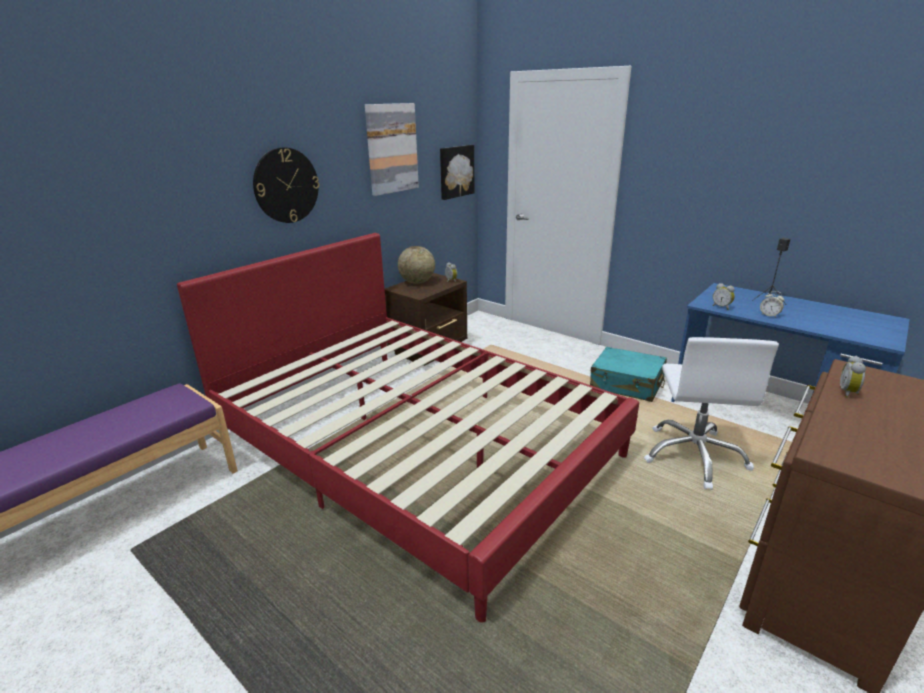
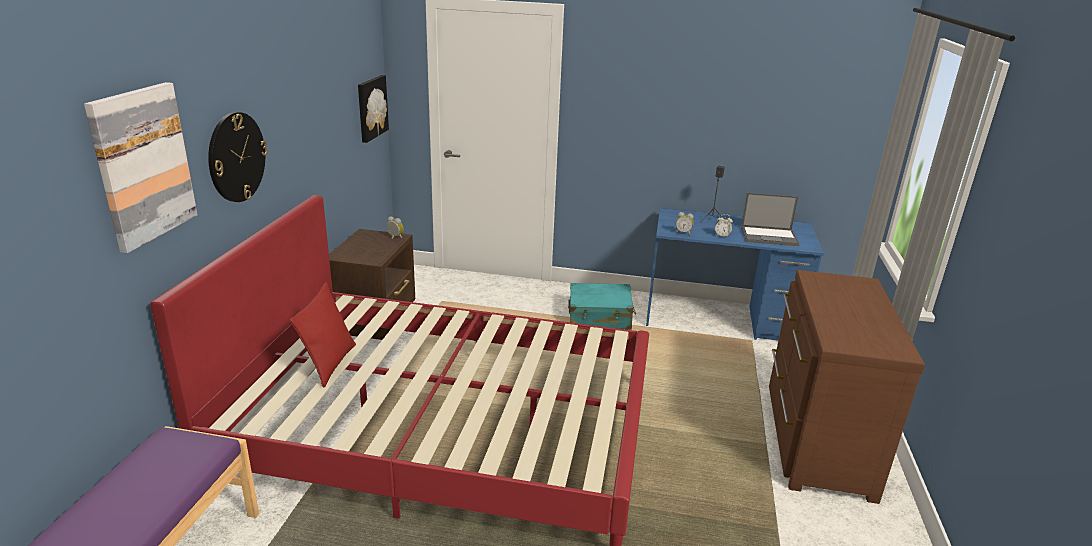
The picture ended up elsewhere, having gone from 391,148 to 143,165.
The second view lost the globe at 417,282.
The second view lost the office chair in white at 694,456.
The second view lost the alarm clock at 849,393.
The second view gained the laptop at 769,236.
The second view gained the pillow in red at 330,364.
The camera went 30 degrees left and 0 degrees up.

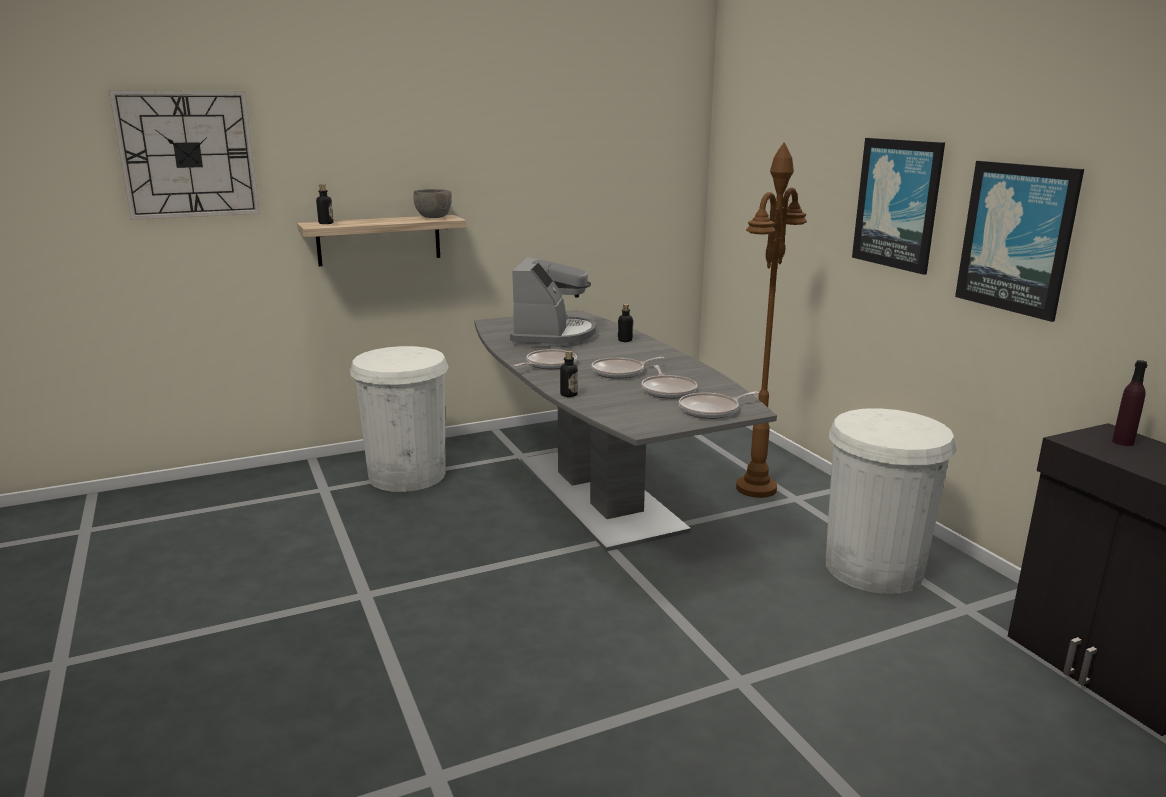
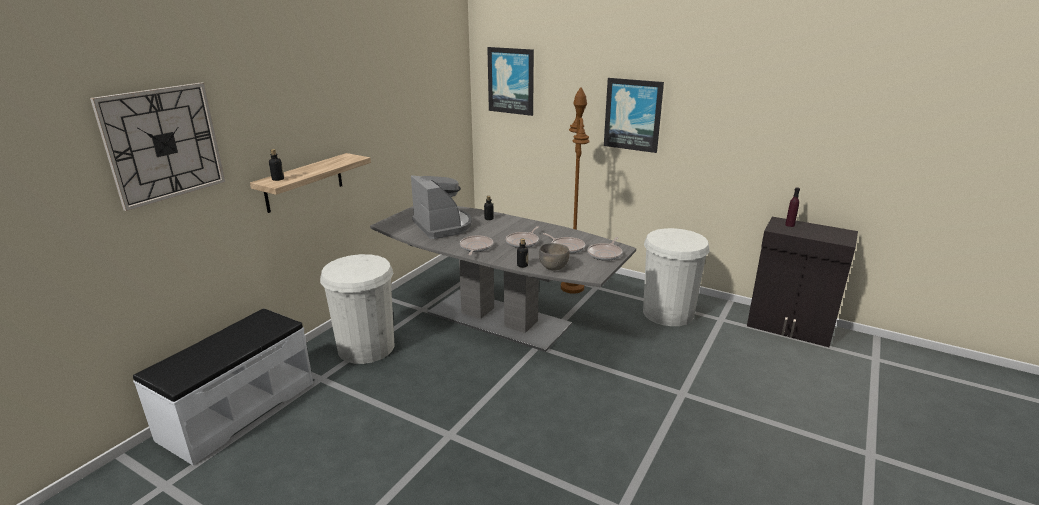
The picture ended up elsewhere, having gone from 1017,238 to 511,81.
The bowl in grey ended up elsewhere, having gone from 433,218 to 553,268.
The second view gained the bench in white at 238,410.
The camera went 35 degrees left and 5 degrees up.

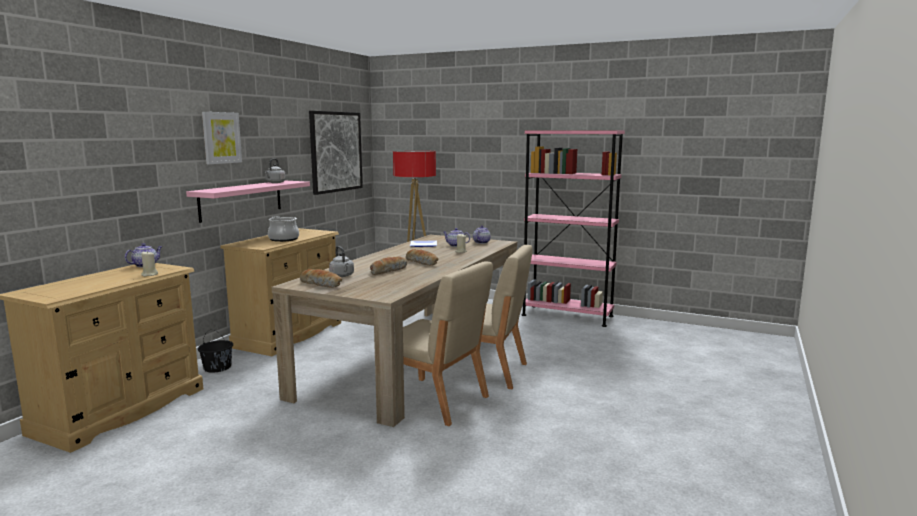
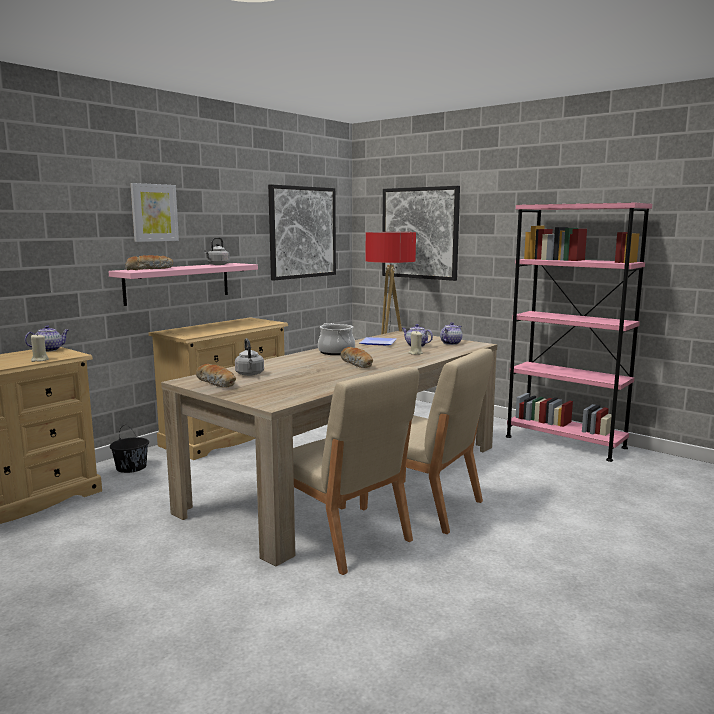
The cooking pot ended up elsewhere, having gone from 283,239 to 336,352.
The bread ended up elsewhere, having gone from 388,270 to 149,269.
The second view gained the picture at 420,233.
The camera went 15 degrees right and 0 degrees up.

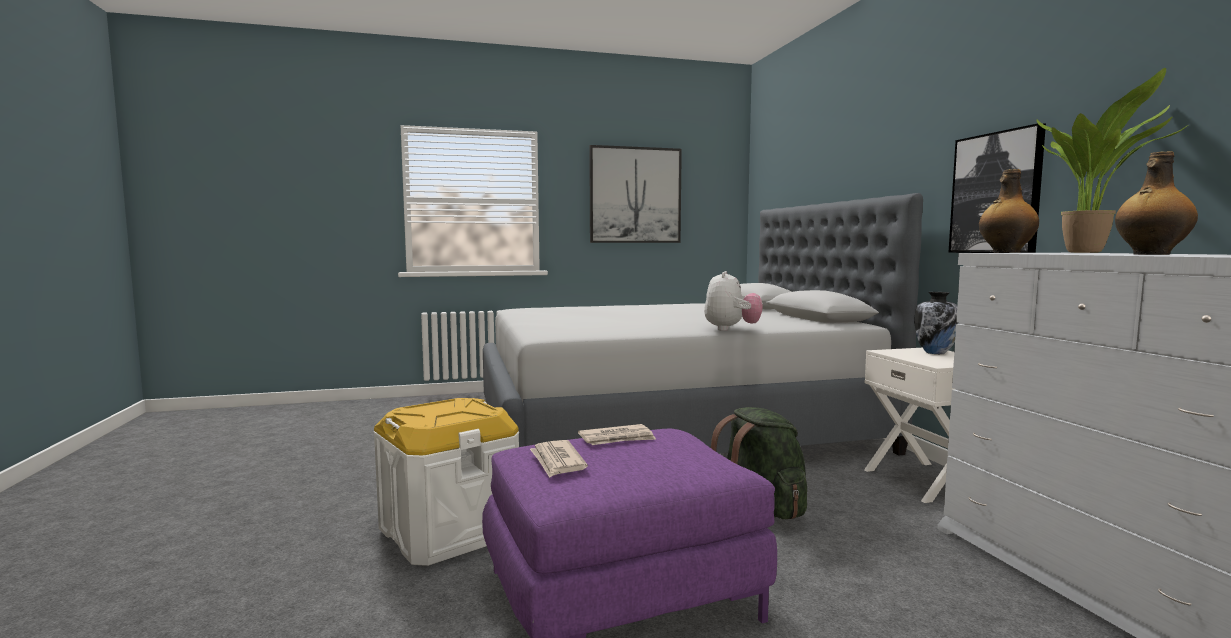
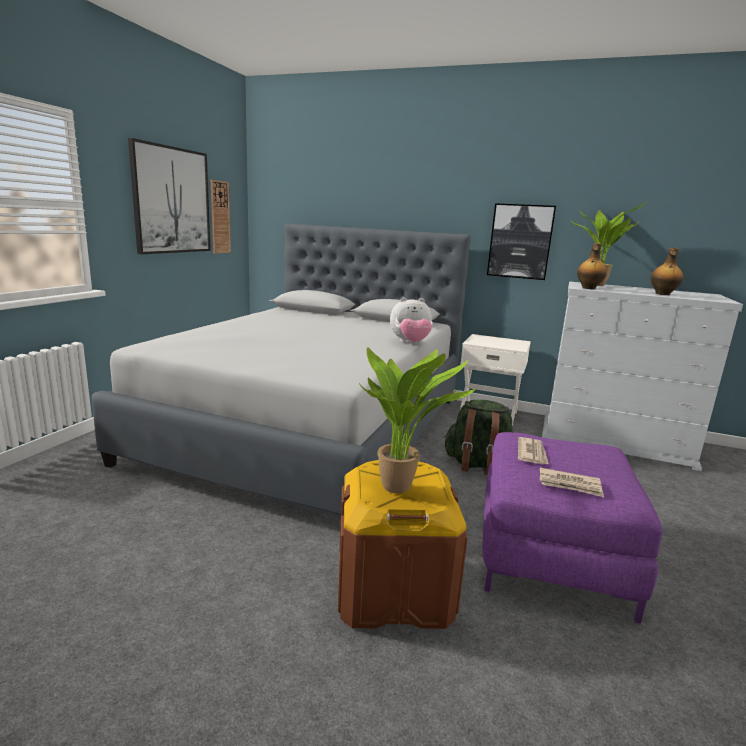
The plush toy at 731,329 ended up facing another way, 120 degrees clockwise from before.
The second view lost the vase at 935,353.
What was the storage box in white at 449,531 turned into the storage box in brown at 393,589.
The second view gained the wall clock at 220,217.
The second view gained the potted plant at 401,487.
The camera went 55 degrees left and 10 degrees up.

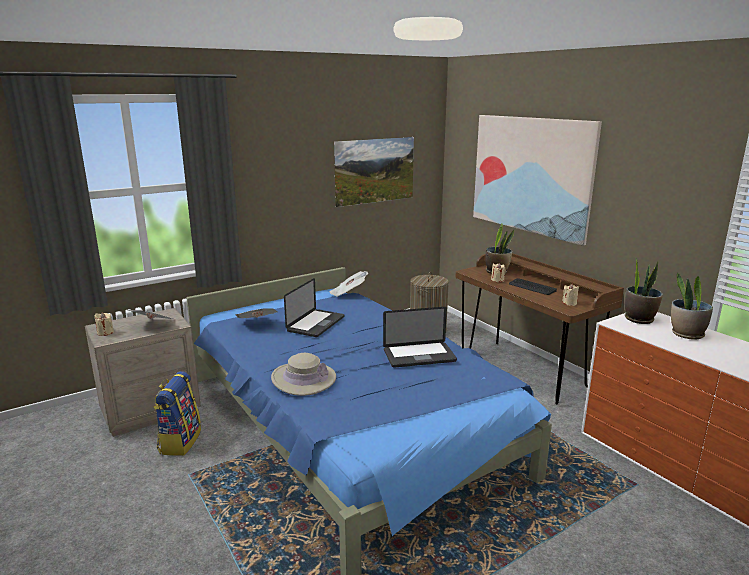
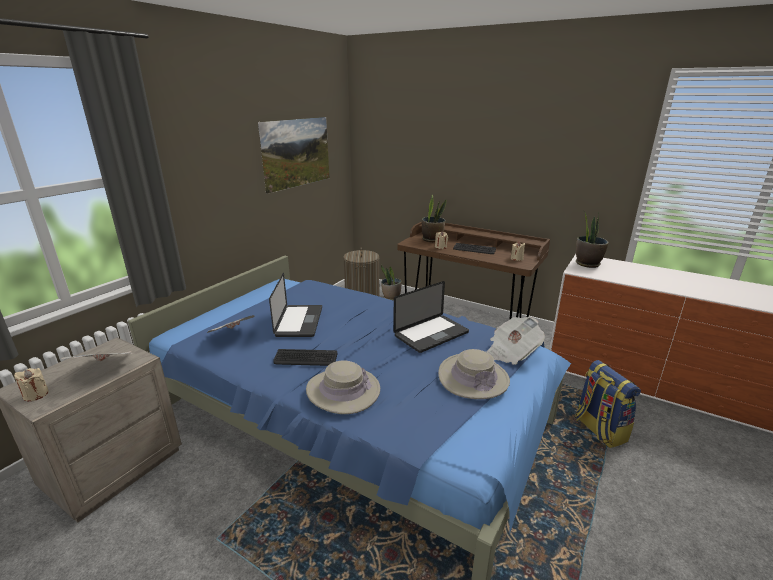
The second view lost the picture at 530,175.
The newspaper ended up elsewhere, having gone from 348,293 to 511,352.
The potted plant ended up elsewhere, having gone from 686,334 to 391,297.
The backpack ended up elsewhere, having gone from 179,441 to 598,430.
The second view gained the keyboard at 305,358.
The second view gained the hat in beige at 473,377.
The camera went 25 degrees left and 5 degrees up.

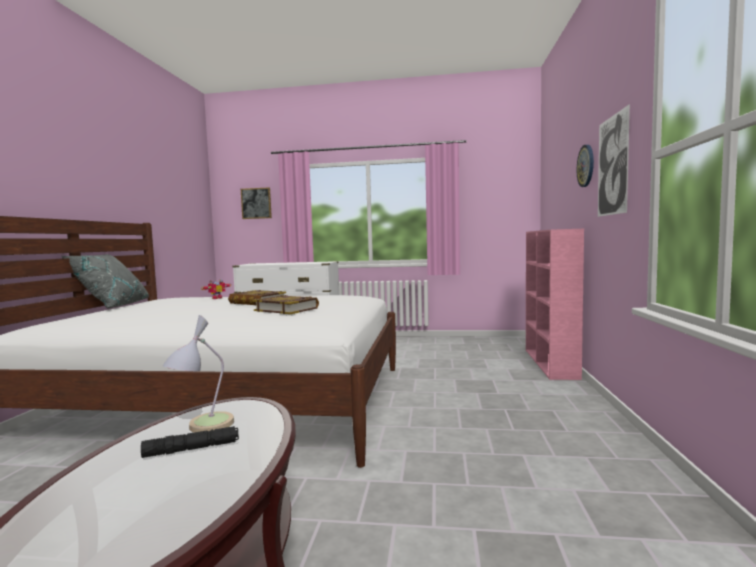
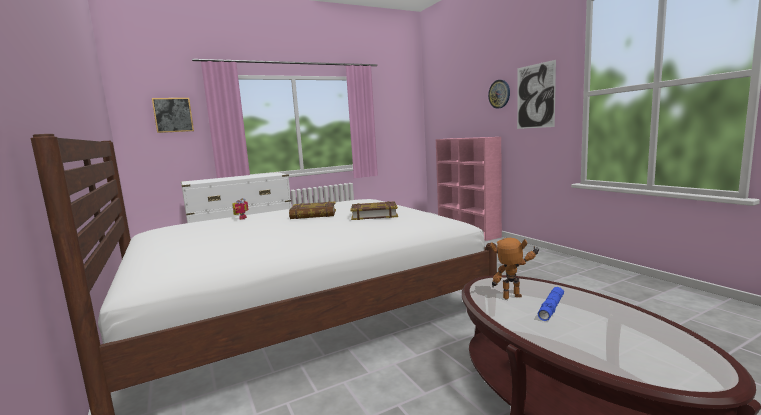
The second view lost the pillow in grey at 112,306.
Where the table lamp stood at 202,427, the toy robot came to stand at 514,299.
What was the flashlight in black at 192,449 turned into the flashlight in blue at 551,308.
The camera went 35 degrees left and 5 degrees up.

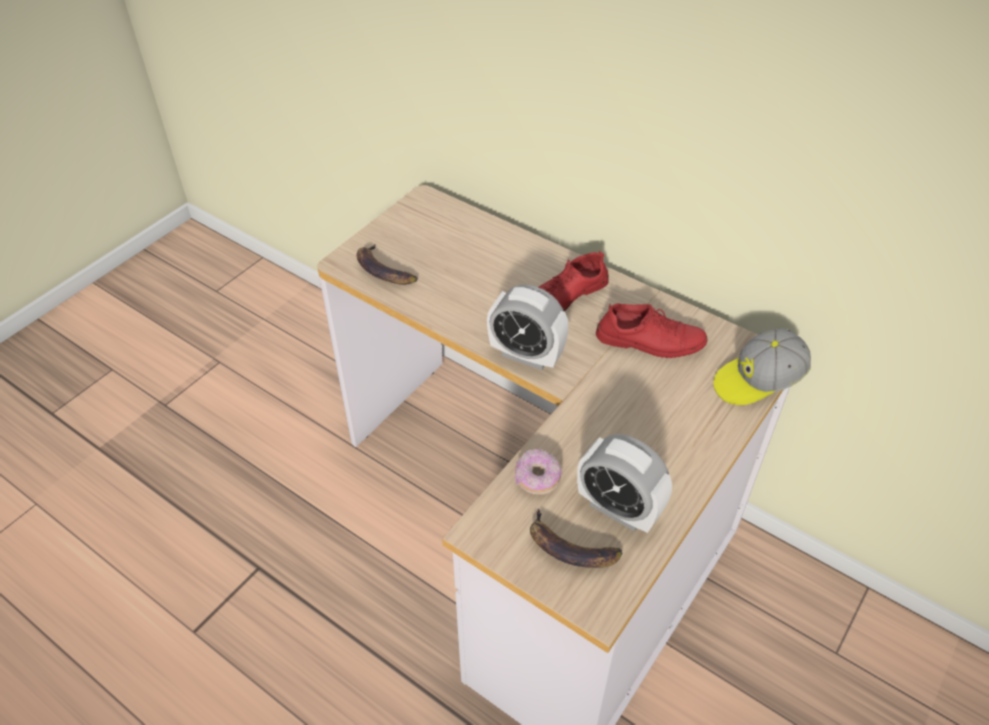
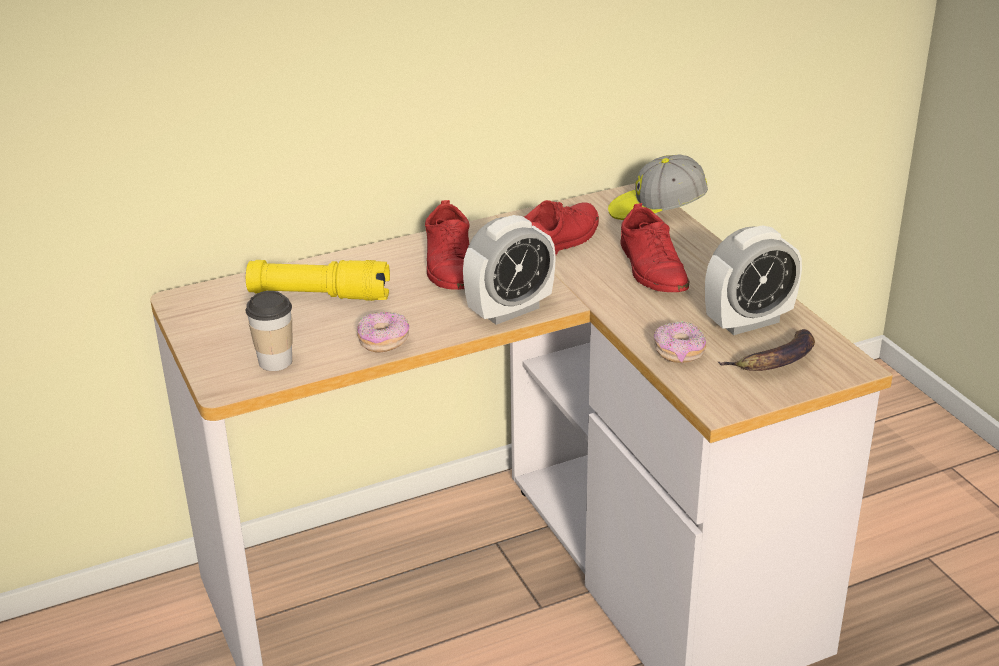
Where the banana stood at 383,271, the cup came to stand at 275,361.
The cap at 758,380 ended up facing another way, 75 degrees clockwise from before.
The second view gained the shoe in red at 652,268.
The second view gained the flashlight in yellow at 319,295.
The second view gained the donut at 383,342.
The camera went 60 degrees left and 15 degrees down.

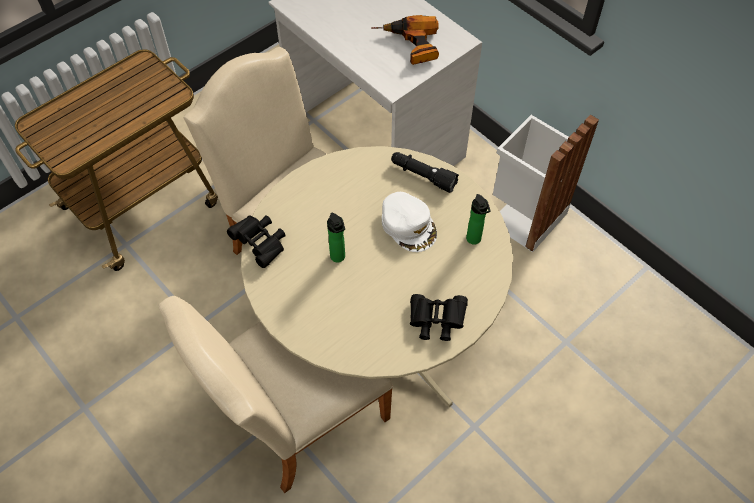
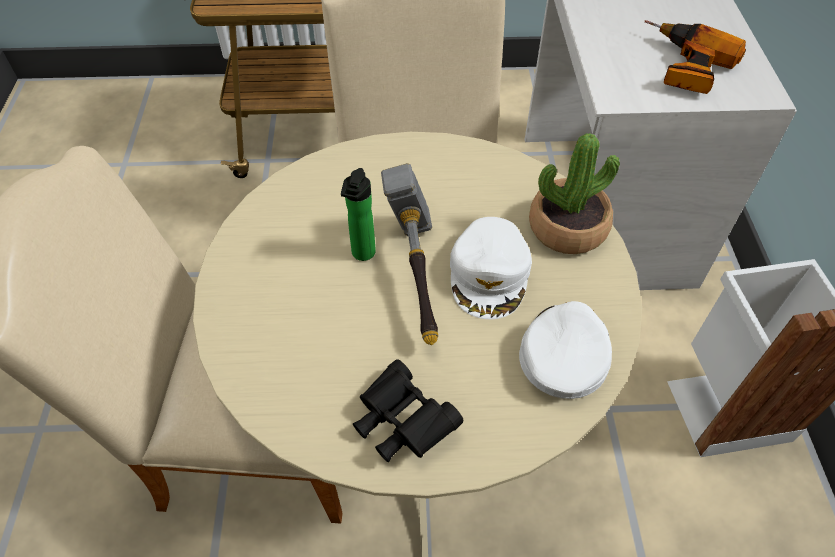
Where the flashlight in black stood at 422,176, the potted plant came to stand at 567,227.
Where the bottle stood at 474,240, the cap in white came to stand at 564,352.
The second view lost the binoculars in black at 261,244.
The second view gained the hammer at 416,275.
The camera went 40 degrees right and 5 degrees down.

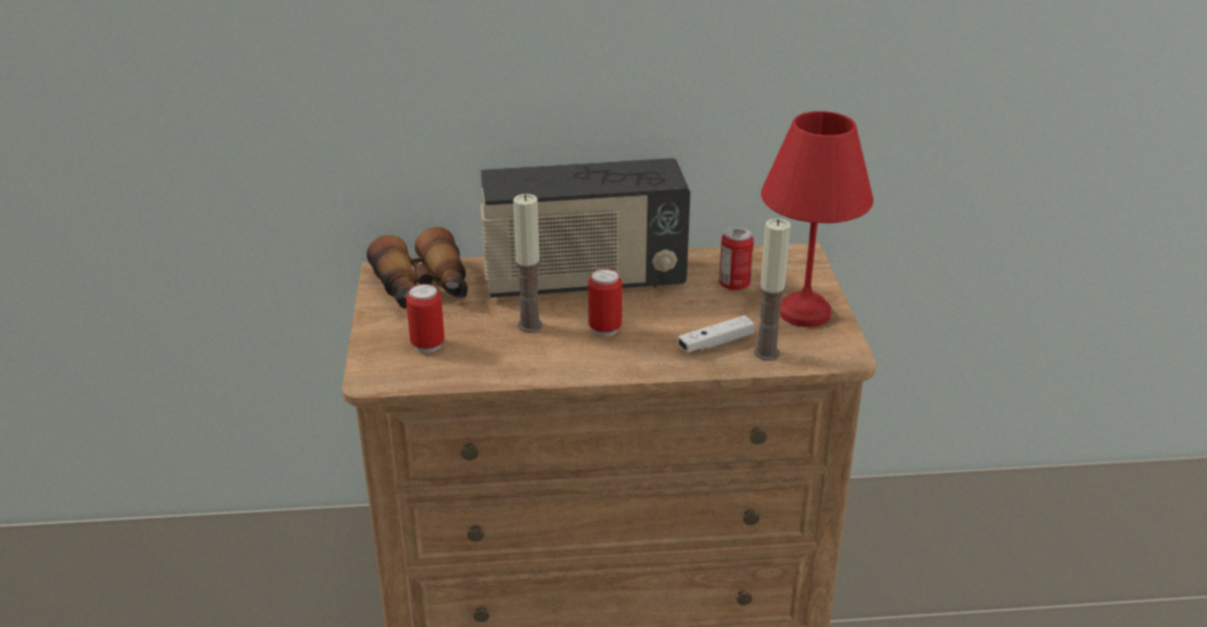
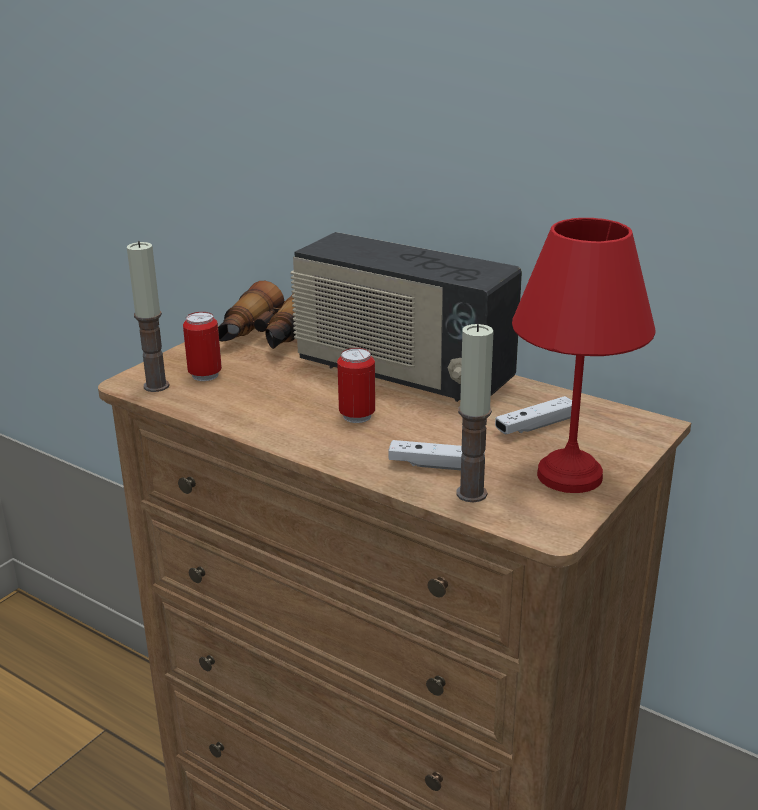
The candle ended up elsewhere, having gone from 530,325 to 156,386.
Where the can stood at 734,285, the game controller in white came to stand at 535,426.
The camera went 40 degrees right and 5 degrees down.

